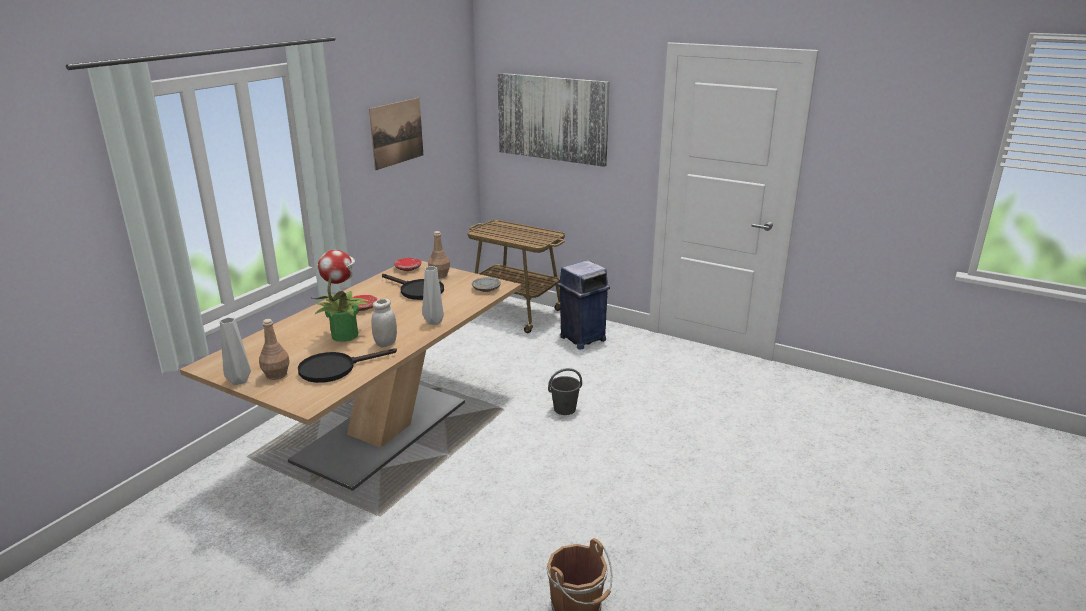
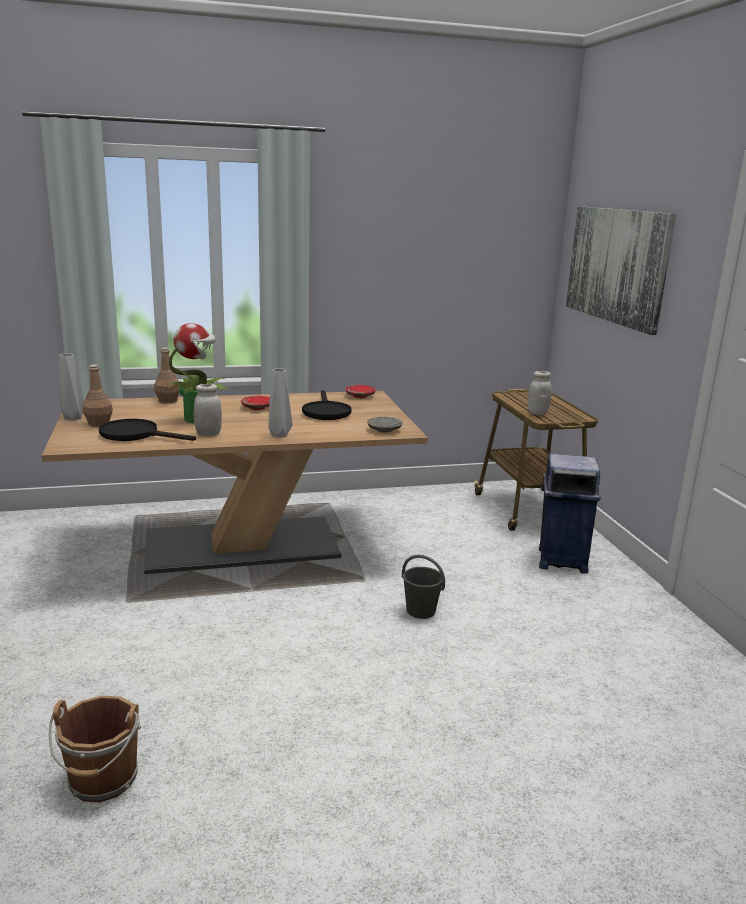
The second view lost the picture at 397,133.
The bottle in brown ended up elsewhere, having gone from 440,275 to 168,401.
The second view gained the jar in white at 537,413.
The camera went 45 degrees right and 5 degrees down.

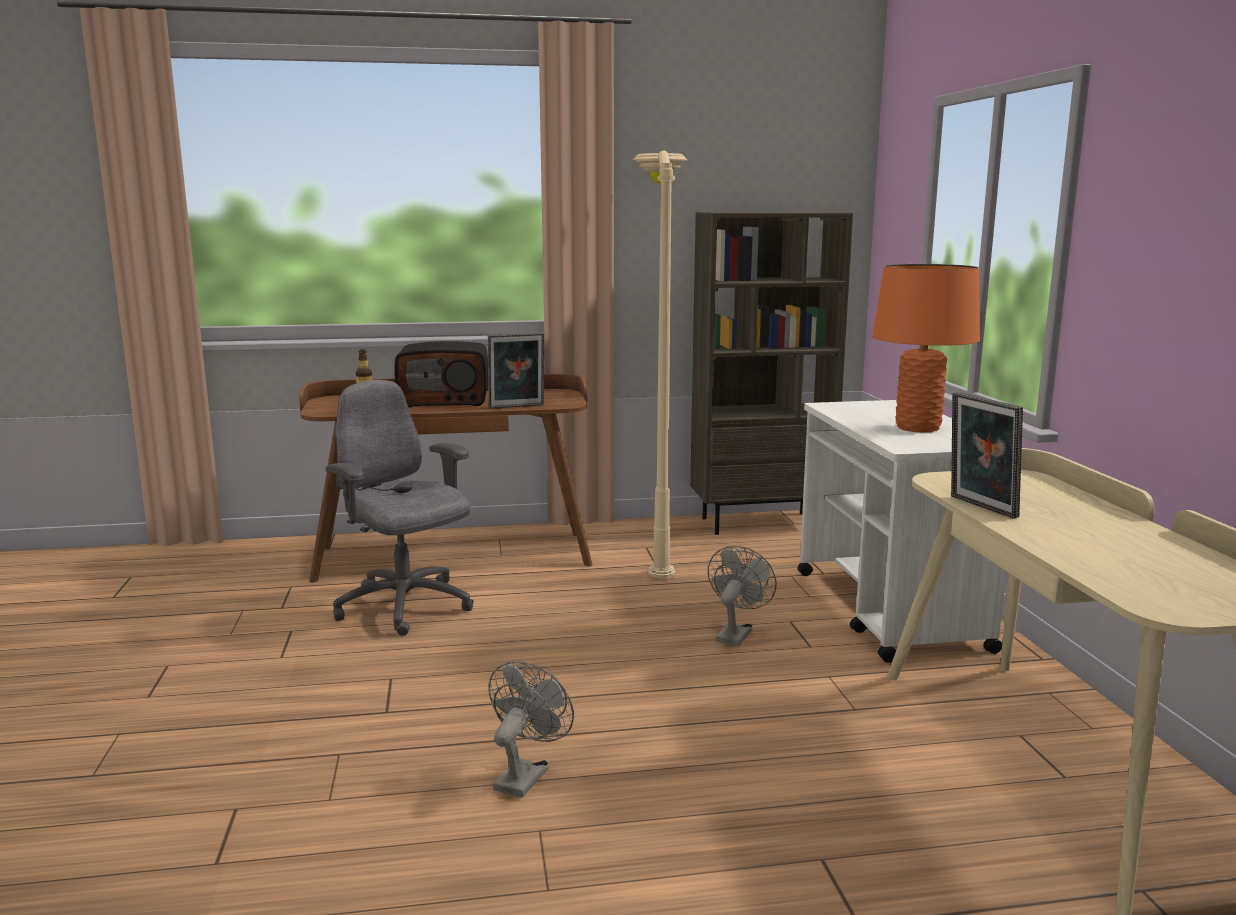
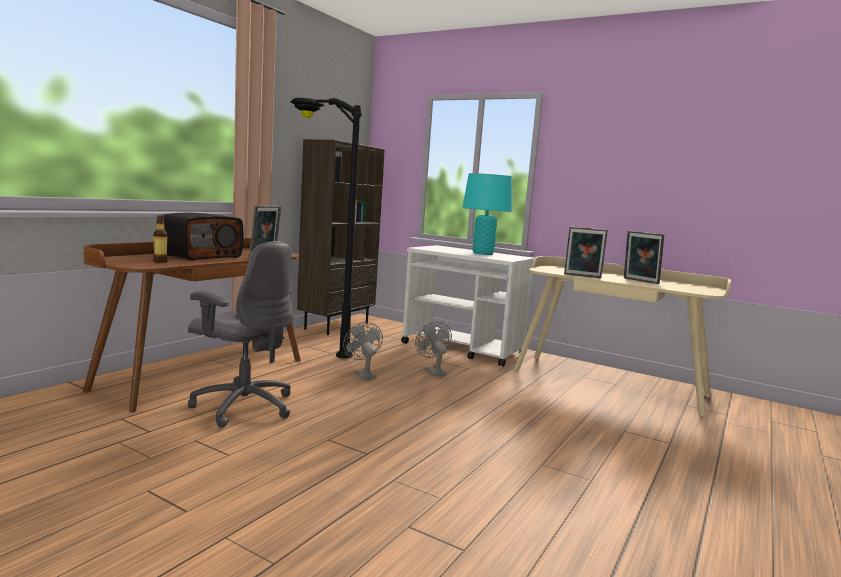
What was the floor lamp in beige at 657,544 turned into the floor lamp in black at 310,344.
What was the table lamp in orange at 917,428 turned into the table lamp in turquoise at 482,253.
The office chair in grey at 405,607 ended up facing another way, 150 degrees counterclockwise from before.
The fan in grey ended up elsewhere, having gone from 525,775 to 362,374.
The second view gained the picture frame at 639,281.
The camera went 50 degrees left and 5 degrees down.

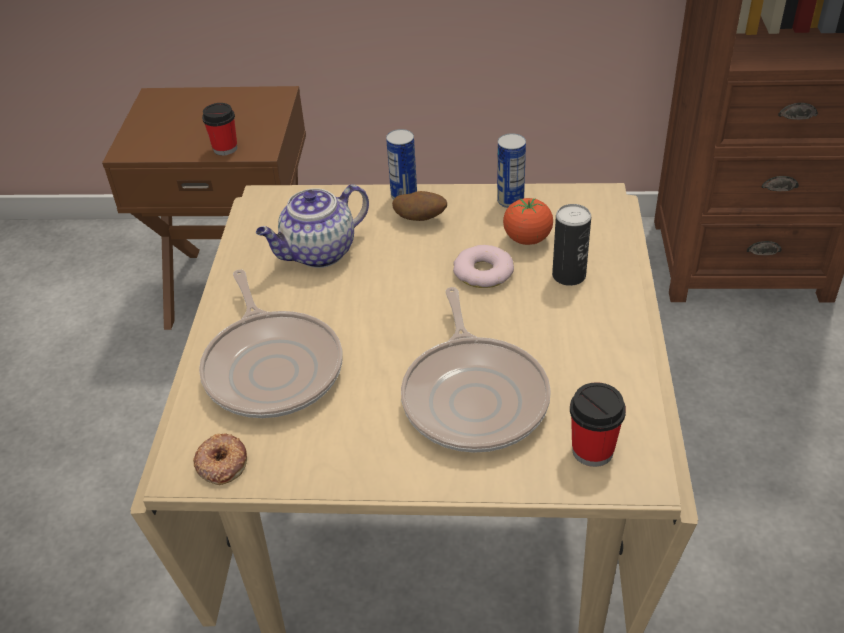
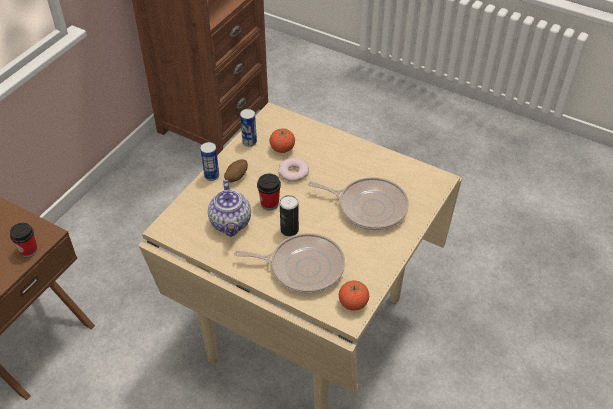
The can ended up elsewhere, having gone from 569,275 to 289,230.
The cup ended up elsewhere, having gone from 592,450 to 269,203.
Where the donut stood at 221,463, the tomato came to stand at 353,303.
The camera went 65 degrees left and 5 degrees up.

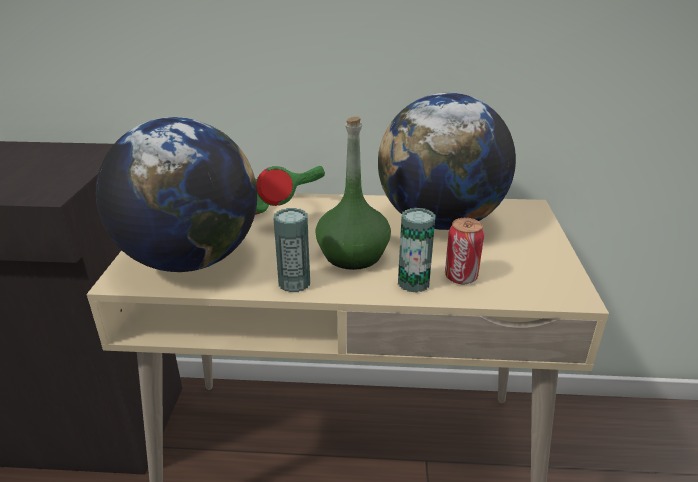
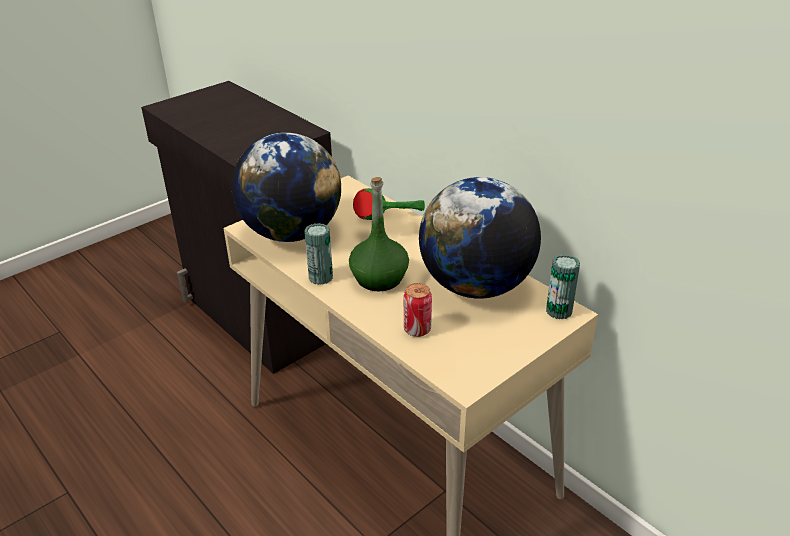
The can ended up elsewhere, having gone from 413,283 to 559,311.
The camera went 45 degrees right and 5 degrees up.

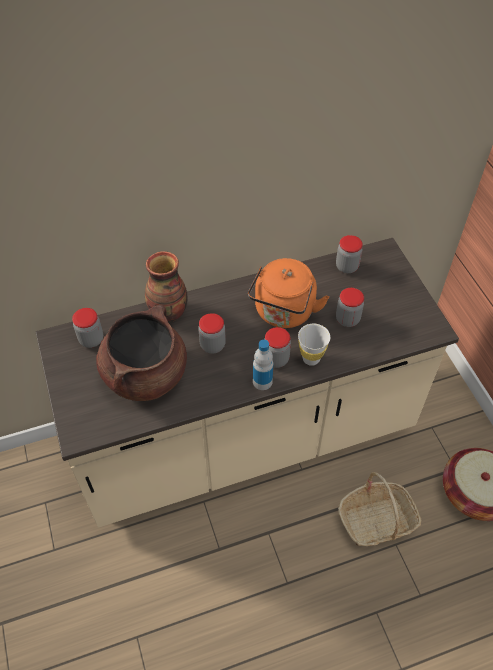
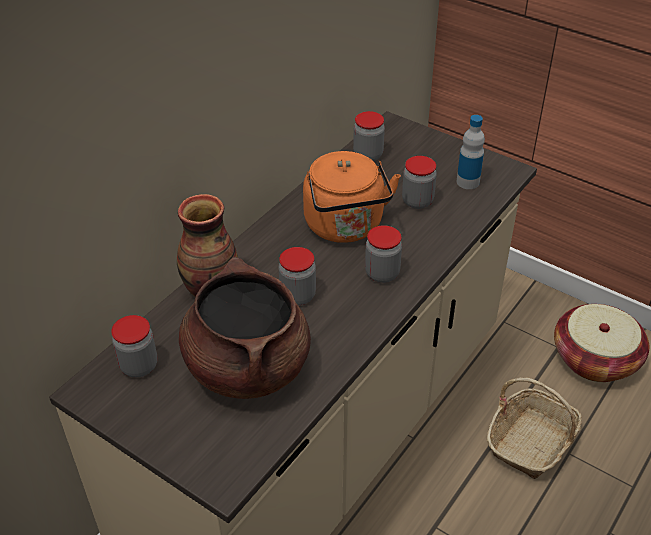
The second view lost the cup in white at 311,358.
The bottle ended up elsewhere, having gone from 262,381 to 468,182.
The camera went 35 degrees left and 10 degrees down.

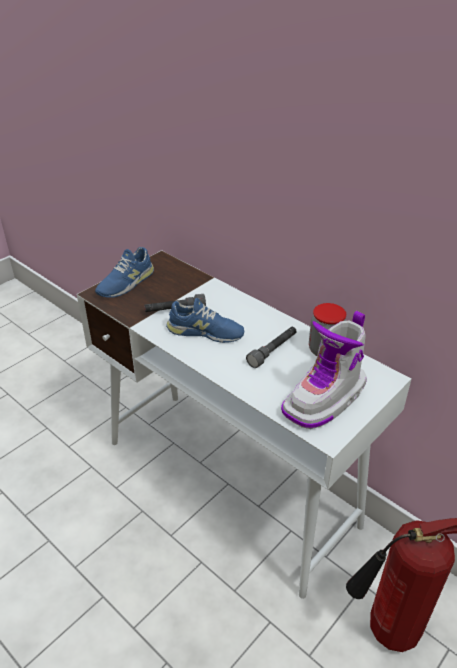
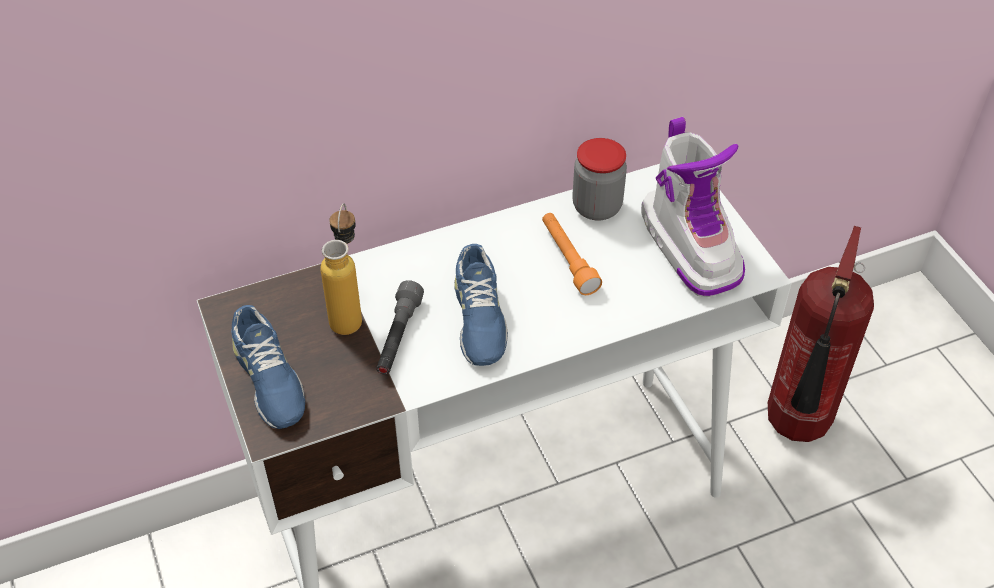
The shoe in blue at 205,332 ended up facing another way, 135 degrees clockwise from before.
What was the flashlight in grey at 273,351 turned into the flashlight in orange at 568,259.
The second view gained the bottle at 349,313.
The camera went 65 degrees left and 10 degrees up.

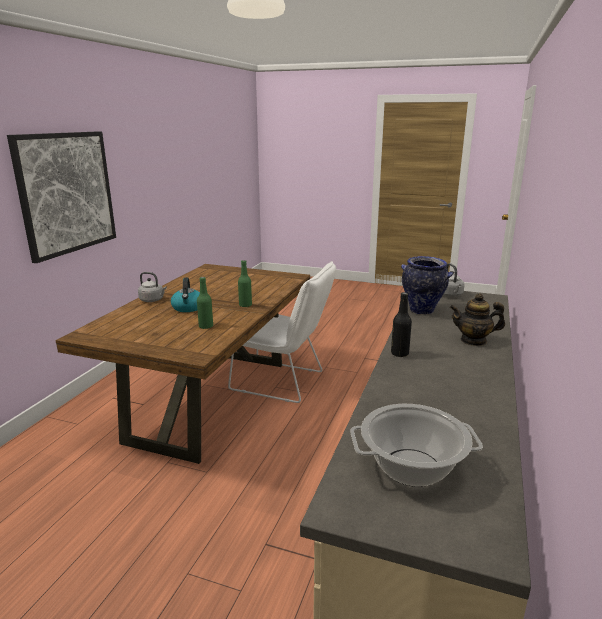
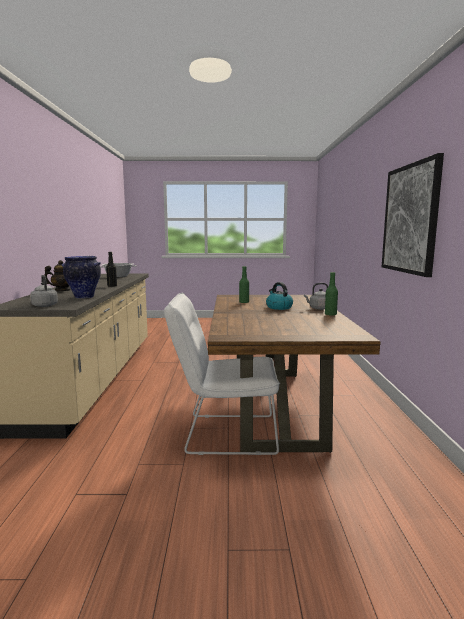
The bottle in green ended up elsewhere, having gone from 245,305 to 330,314.
The camera went 160 degrees right and 10 degrees down.

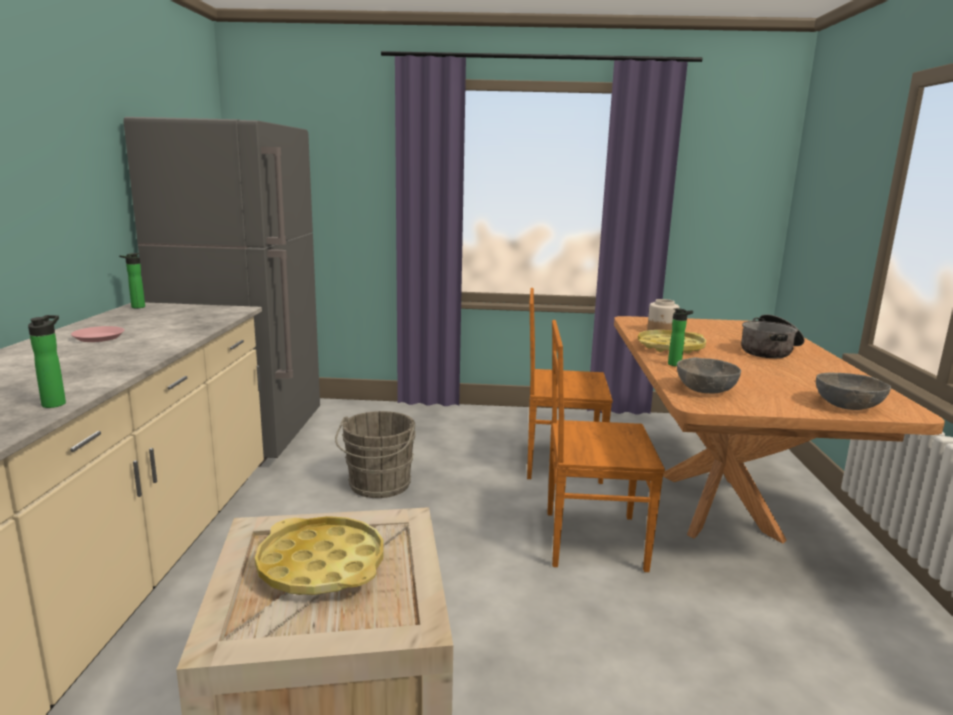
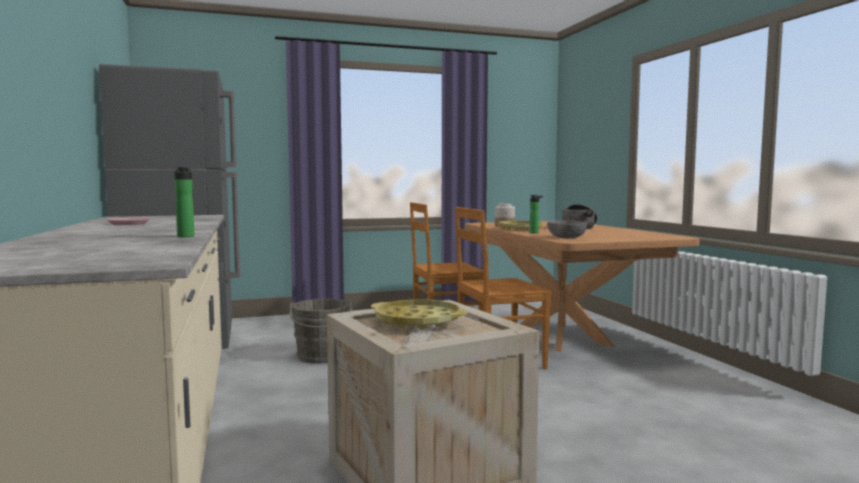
The second view lost the bottle at 136,307.
The second view lost the bowl in grey at 848,406.
The camera went 20 degrees left and 10 degrees down.

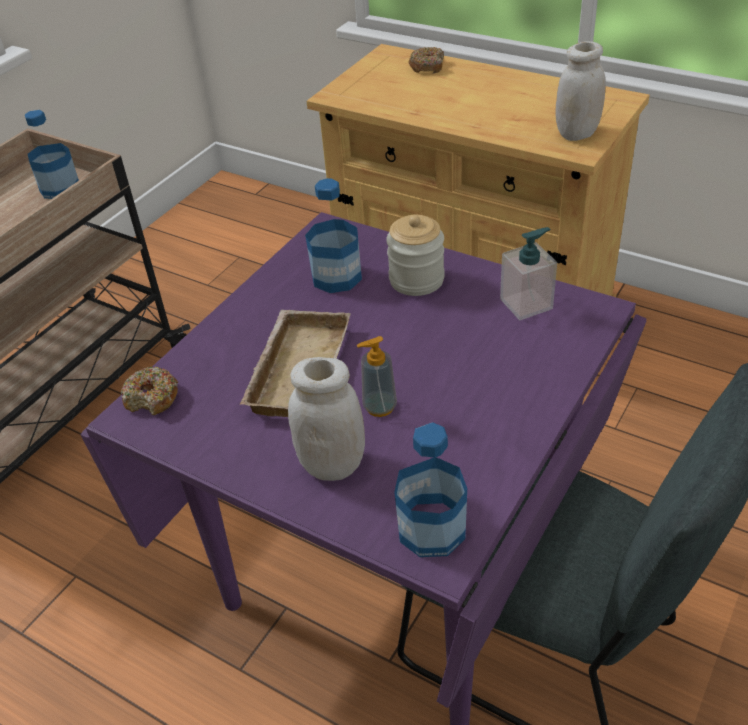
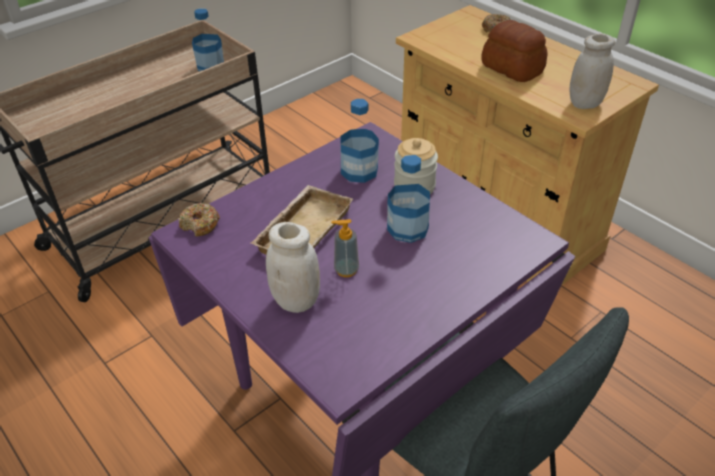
The second view lost the soap dispenser at 526,304.
The bottle ended up elsewhere, having gone from 431,529 to 408,228.
The second view gained the bread at 512,68.
The camera went 15 degrees right and 0 degrees up.

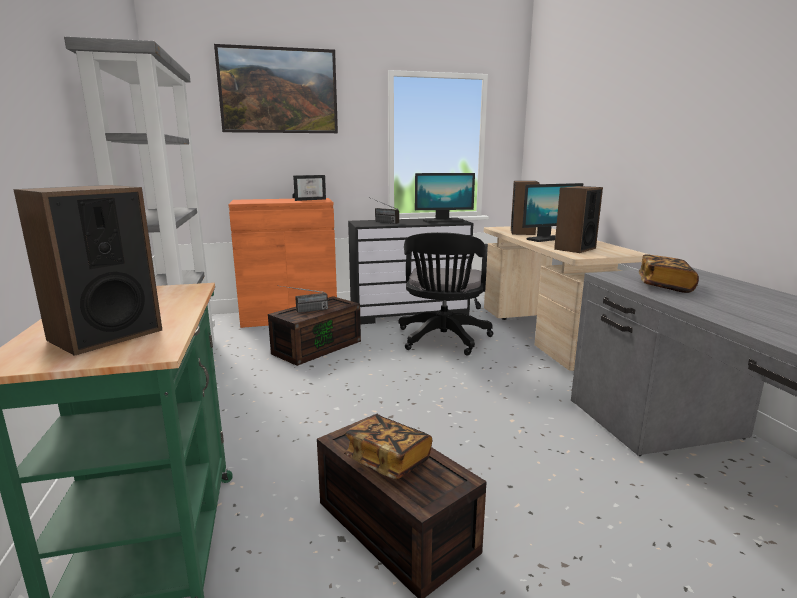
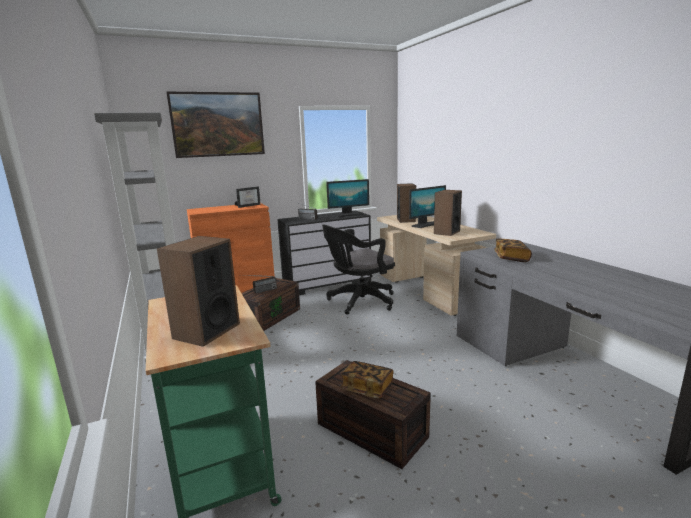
The office chair in black at 443,340 ended up facing another way, 60 degrees clockwise from before.
The camera went 10 degrees left and 0 degrees up.

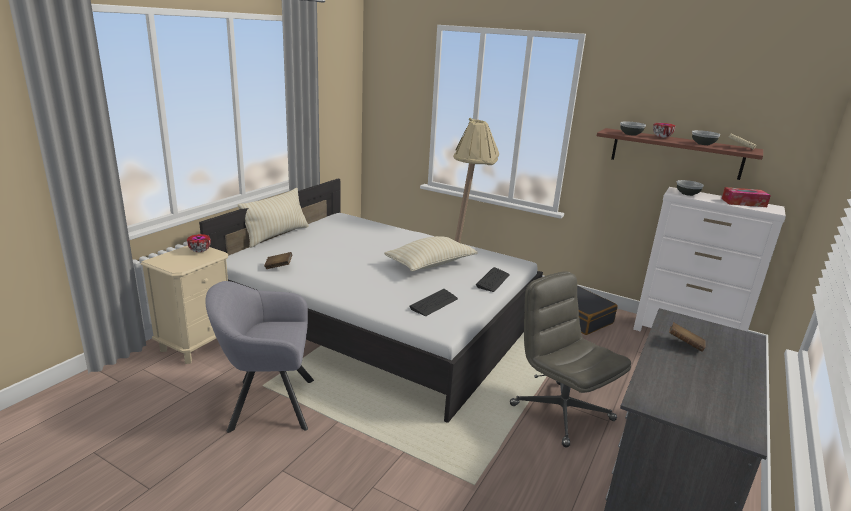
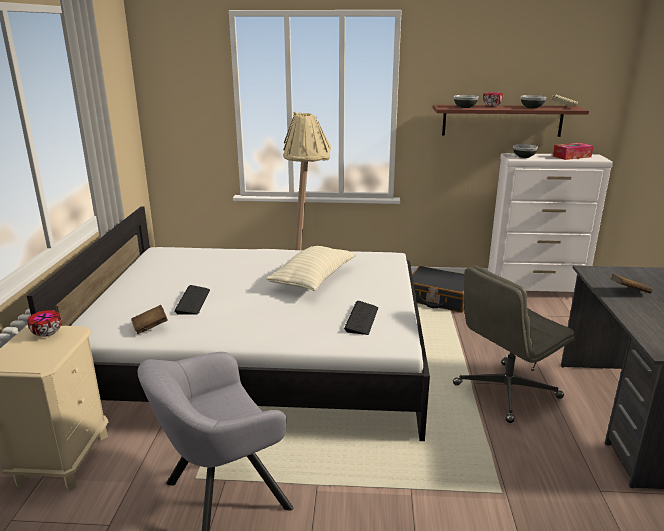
The second view lost the pillow in beige at 276,235.
The keyboard ended up elsewhere, having gone from 493,280 to 193,301.
The office chair in grey at 560,412 ended up facing another way, 60 degrees counterclockwise from before.
The camera went 25 degrees left and 0 degrees up.

